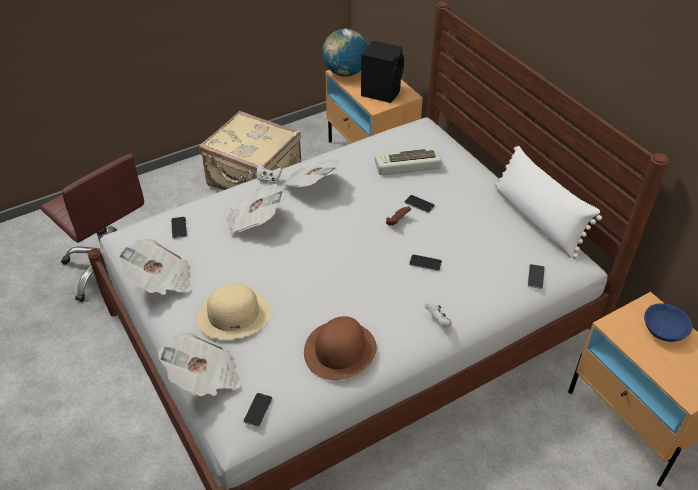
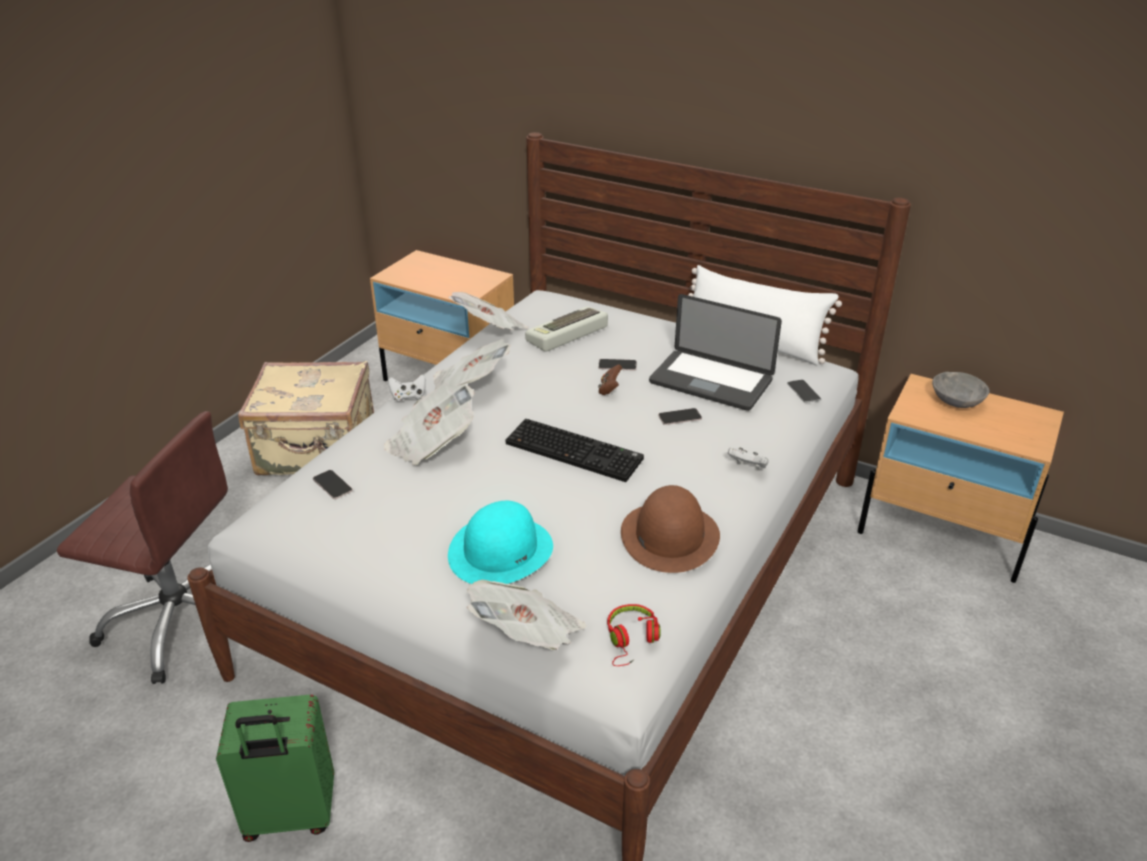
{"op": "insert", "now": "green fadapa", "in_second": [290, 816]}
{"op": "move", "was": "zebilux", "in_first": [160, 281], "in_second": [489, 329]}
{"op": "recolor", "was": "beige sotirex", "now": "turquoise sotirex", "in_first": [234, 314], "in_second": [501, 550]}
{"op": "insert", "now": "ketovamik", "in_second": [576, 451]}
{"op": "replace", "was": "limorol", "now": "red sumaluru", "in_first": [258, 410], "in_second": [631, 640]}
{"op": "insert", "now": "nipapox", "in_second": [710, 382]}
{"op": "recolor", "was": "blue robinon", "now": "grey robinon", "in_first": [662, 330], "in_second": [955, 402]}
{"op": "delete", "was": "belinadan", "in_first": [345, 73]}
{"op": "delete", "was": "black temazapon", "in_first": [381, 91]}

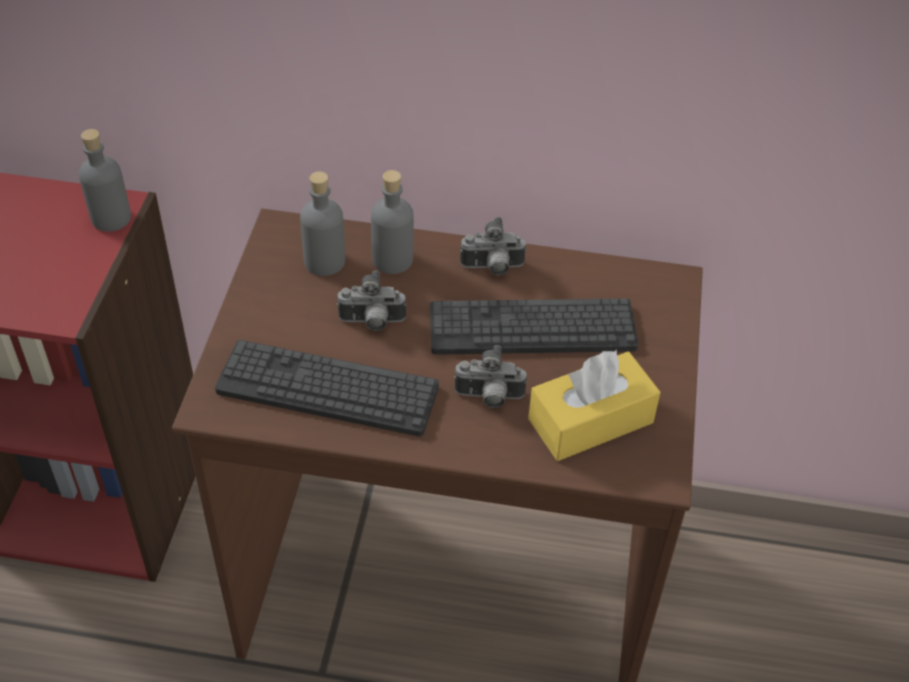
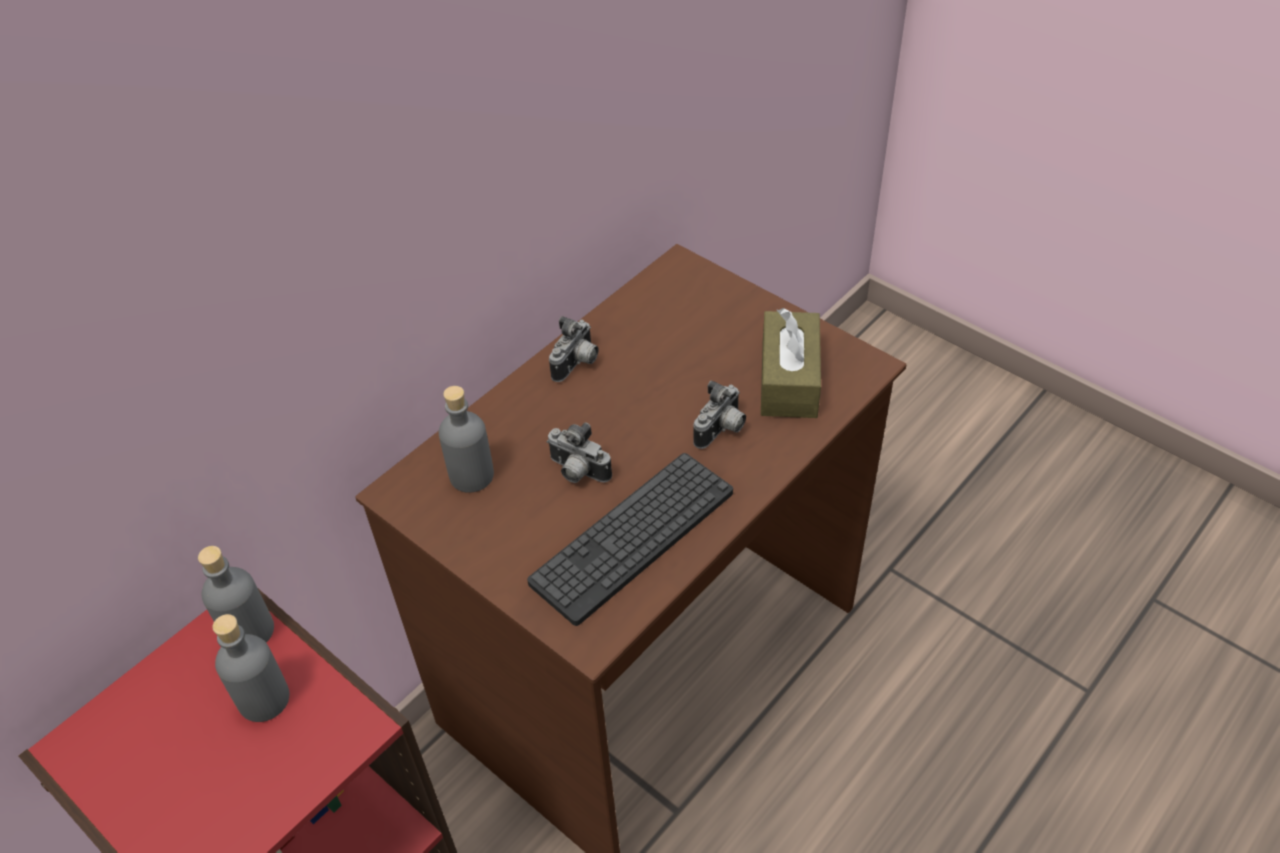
{"op": "move", "was": "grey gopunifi", "in_first": [392, 259], "in_second": [264, 699]}
{"op": "rotate", "was": "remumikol", "in_first": [372, 323], "in_second": [577, 472], "clockwise": 90}
{"op": "recolor", "was": "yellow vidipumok", "now": "brown vidipumok", "in_first": [590, 421], "in_second": [789, 379]}
{"op": "delete", "was": "ketovamik", "in_first": [532, 328]}

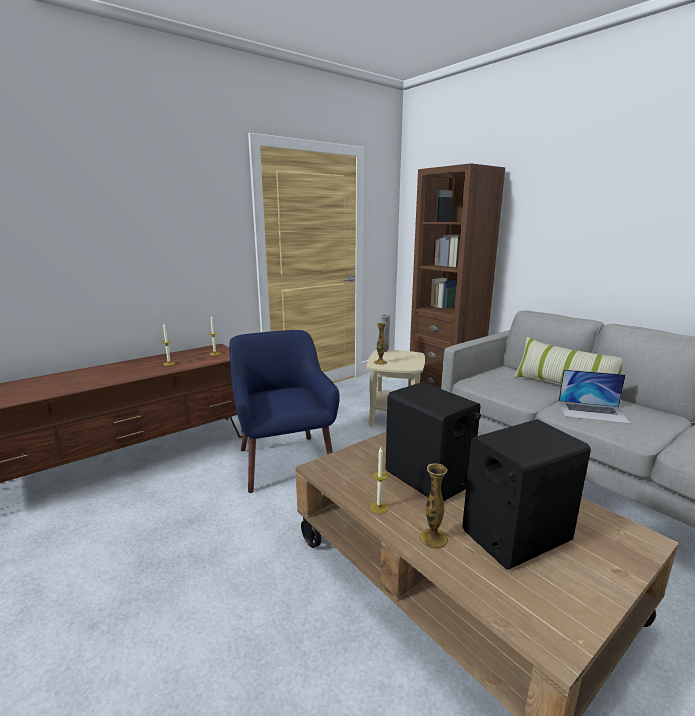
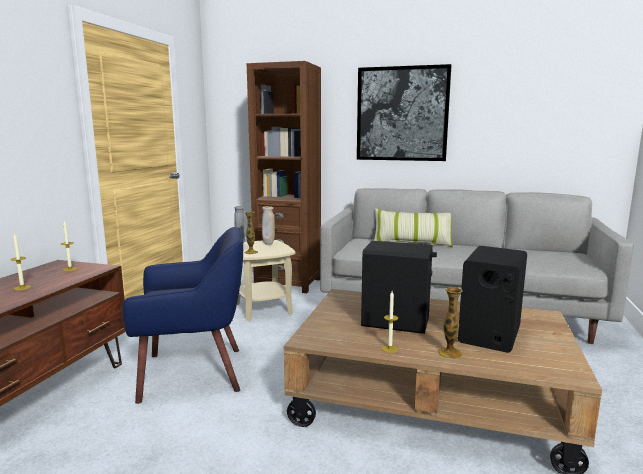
{"op": "rotate", "was": "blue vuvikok", "in_first": [284, 461], "in_second": [194, 372], "clockwise": 135}
{"op": "insert", "now": "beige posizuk", "in_second": [268, 244]}
{"op": "insert", "now": "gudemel", "in_second": [402, 114]}
{"op": "delete", "was": "nipapox", "in_first": [592, 412]}

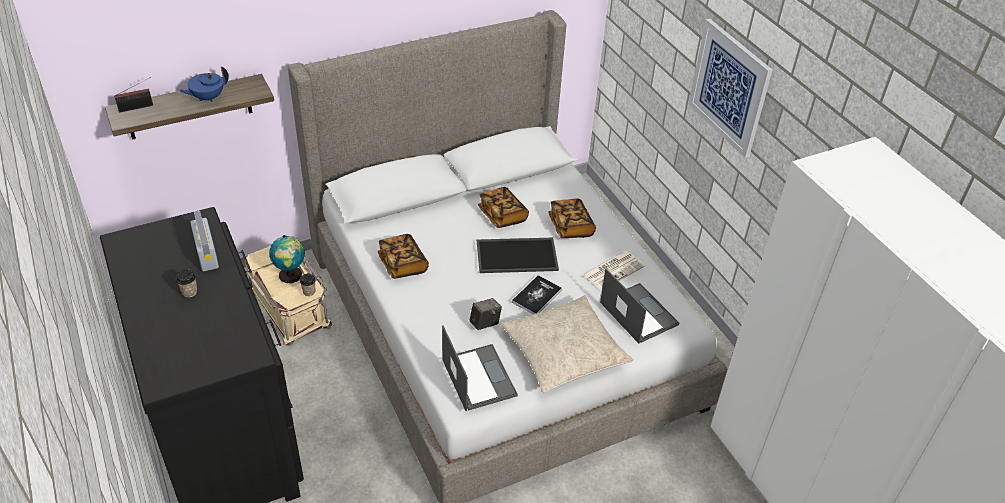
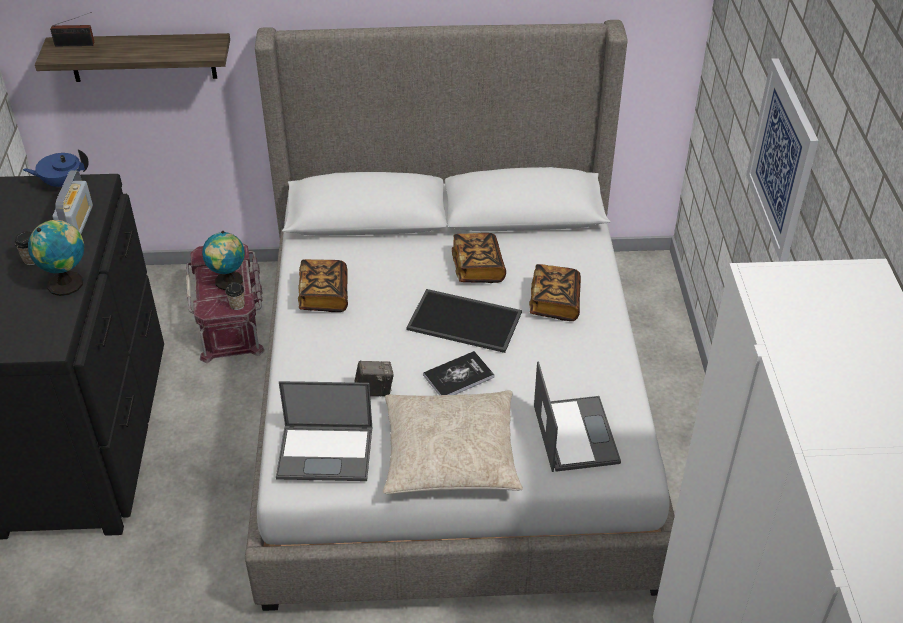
{"op": "move", "was": "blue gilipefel", "in_first": [207, 98], "in_second": [62, 183]}
{"op": "insert", "now": "belinadan", "in_second": [68, 283]}
{"op": "recolor", "was": "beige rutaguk", "now": "red rutaguk", "in_first": [290, 306], "in_second": [230, 319]}
{"op": "rotate", "was": "nipapox", "in_first": [478, 377], "in_second": [326, 452], "clockwise": 90}
{"op": "delete", "was": "zebilux", "in_first": [613, 270]}

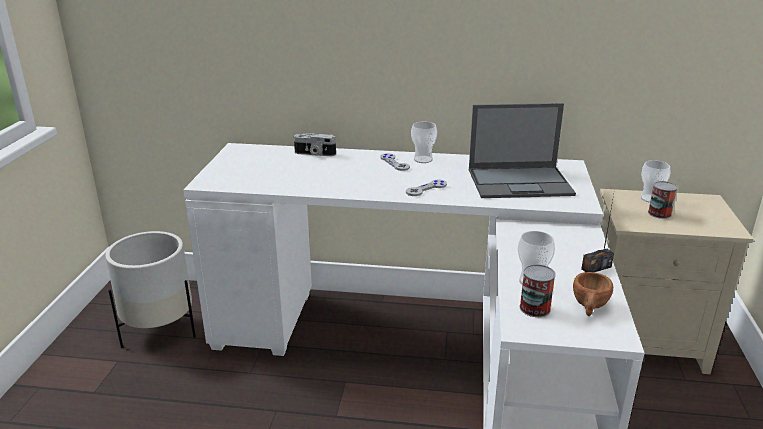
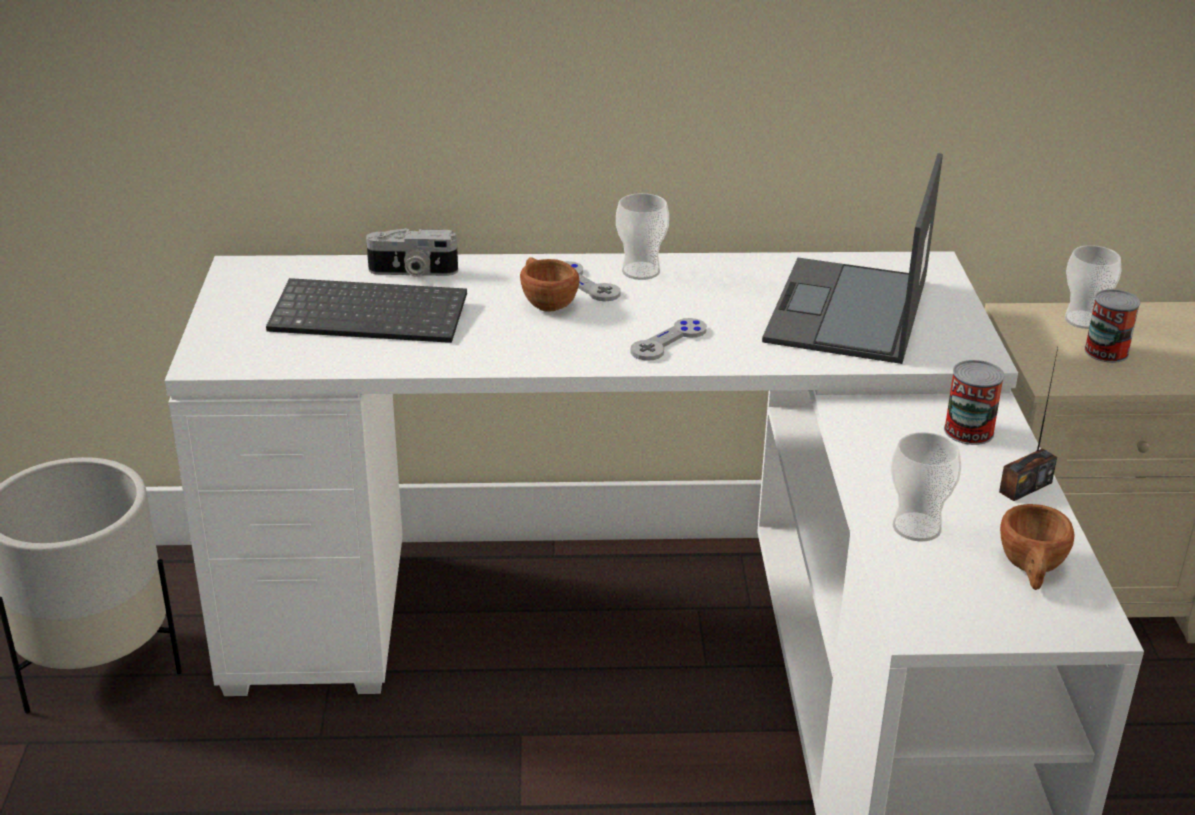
{"op": "insert", "now": "ketovamik", "in_second": [372, 314]}
{"op": "insert", "now": "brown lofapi", "in_second": [545, 302]}
{"op": "rotate", "was": "nipapox", "in_first": [521, 182], "in_second": [847, 312], "clockwise": 120}
{"op": "move", "was": "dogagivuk", "in_first": [534, 308], "in_second": [969, 431]}

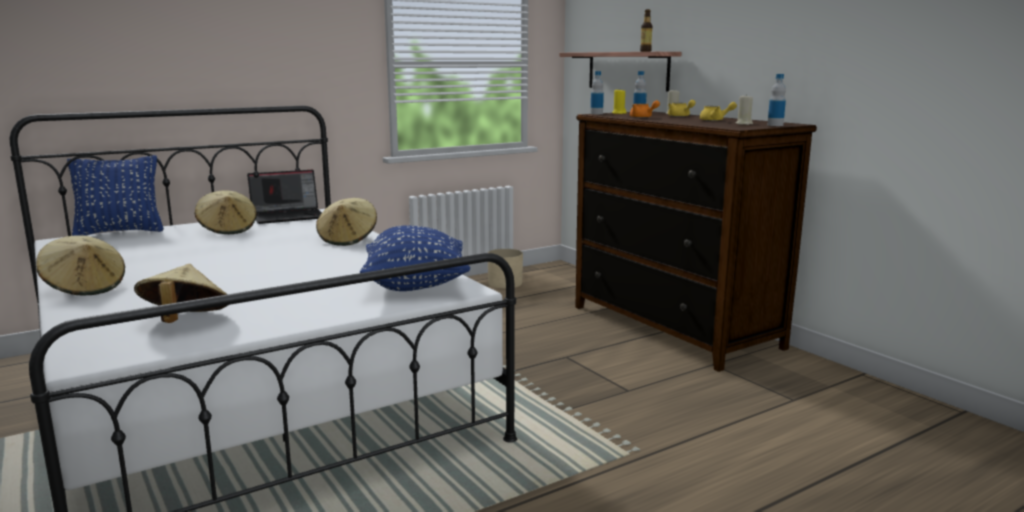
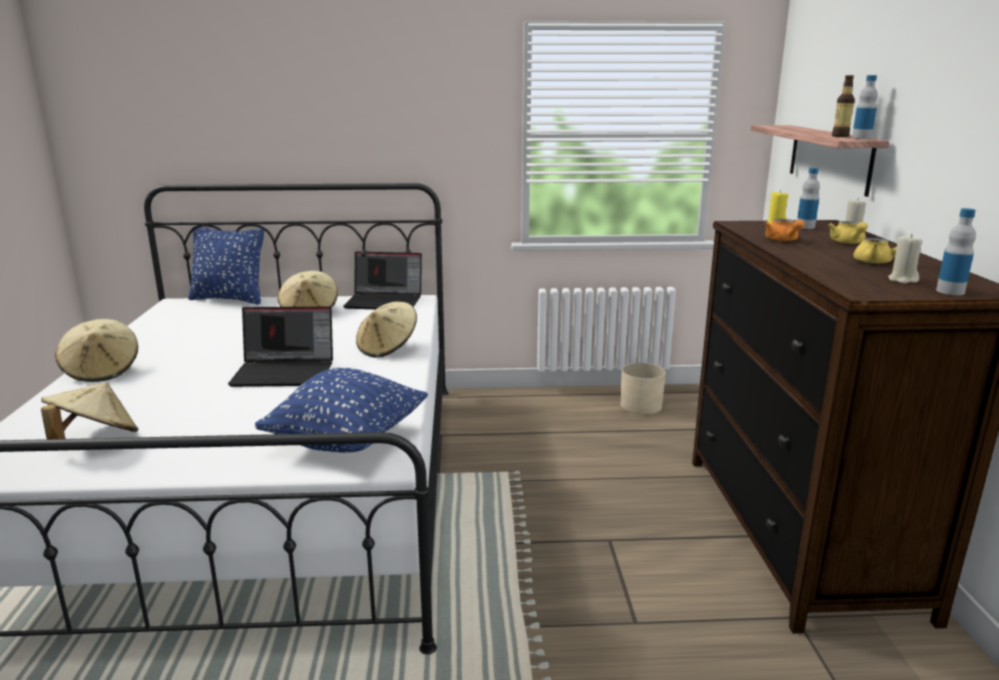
{"op": "insert", "now": "nipapox", "in_second": [286, 372]}
{"op": "move", "was": "gopunifi", "in_first": [596, 113], "in_second": [861, 138]}

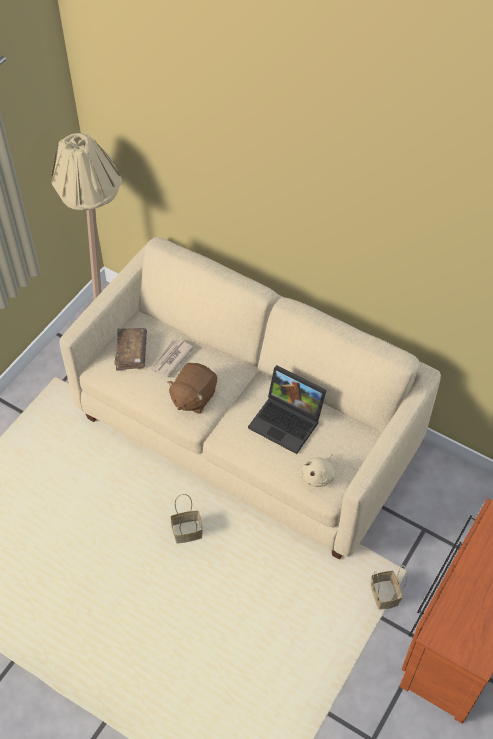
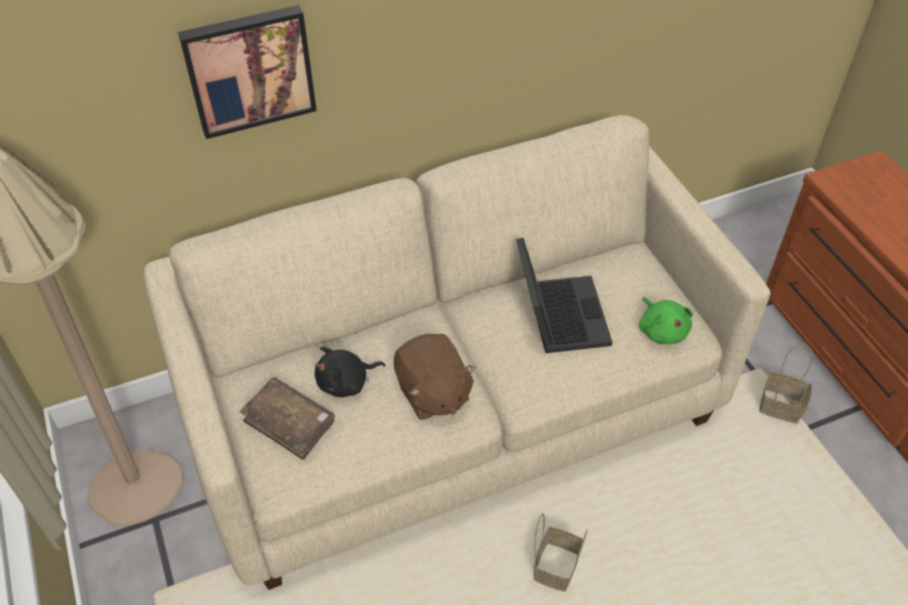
{"op": "insert", "now": "gudemel", "in_second": [249, 69]}
{"op": "replace", "was": "zebilux", "now": "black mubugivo", "in_first": [171, 359], "in_second": [346, 382]}
{"op": "rotate", "was": "nipapox", "in_first": [288, 421], "in_second": [557, 314], "clockwise": -75}
{"op": "recolor", "was": "beige mubugivo", "now": "green mubugivo", "in_first": [319, 475], "in_second": [662, 330]}

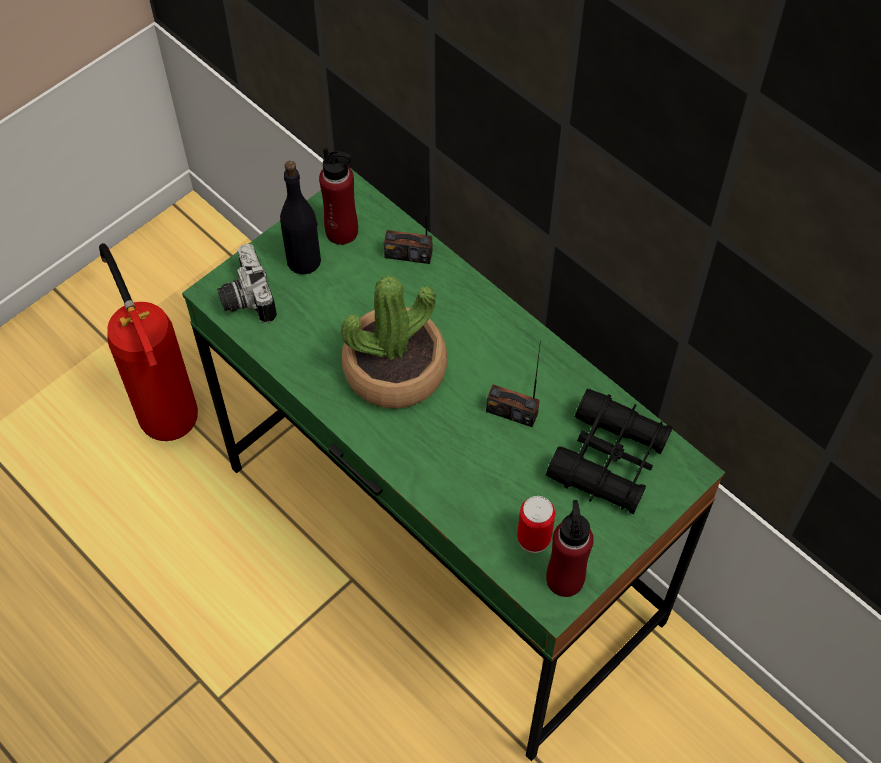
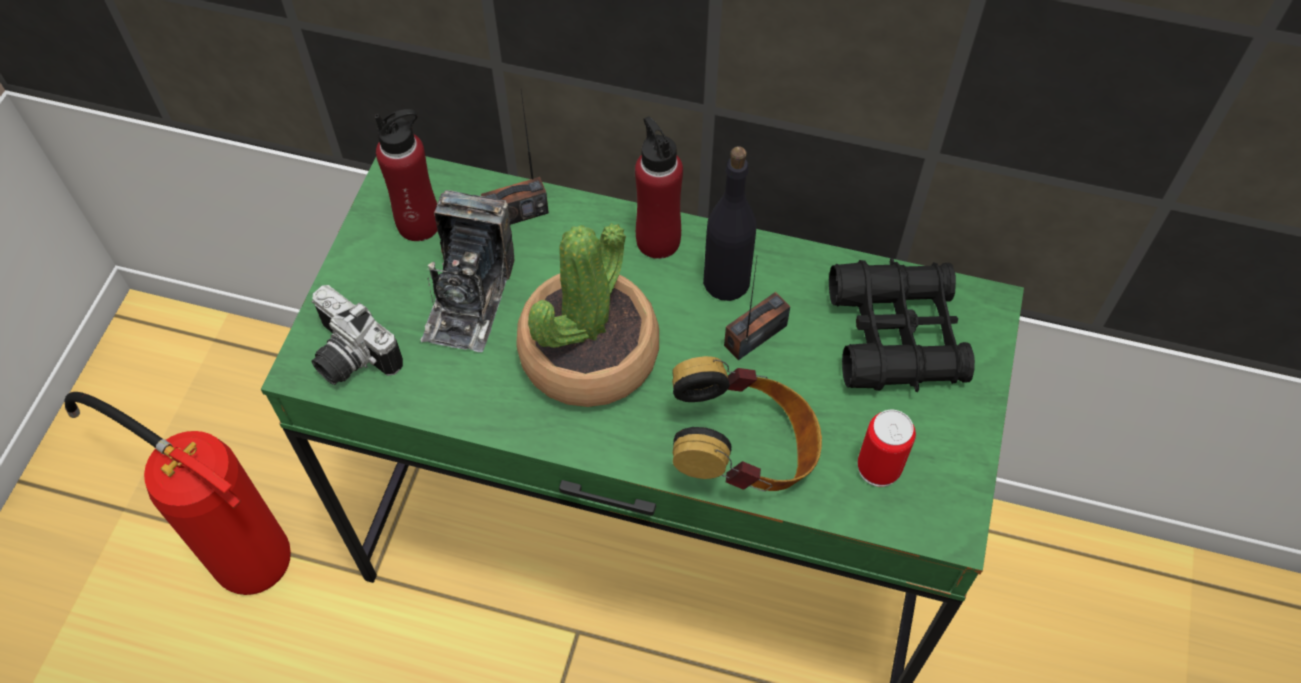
{"op": "insert", "now": "remumikol", "in_second": [469, 298]}
{"op": "move", "was": "red gopunifi", "in_first": [565, 579], "in_second": [658, 240]}
{"op": "insert", "now": "sumaluru", "in_second": [744, 452]}
{"op": "move", "was": "black gopunifi", "in_first": [304, 260], "in_second": [726, 281]}
{"op": "rotate", "was": "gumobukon", "in_first": [512, 412], "in_second": [756, 336], "clockwise": 150}

